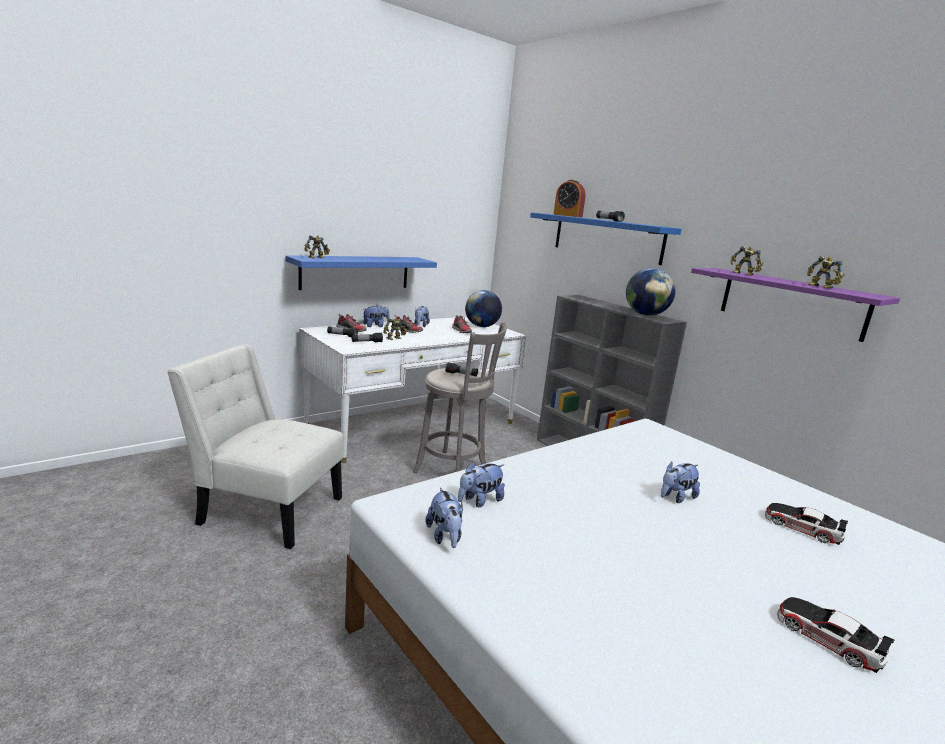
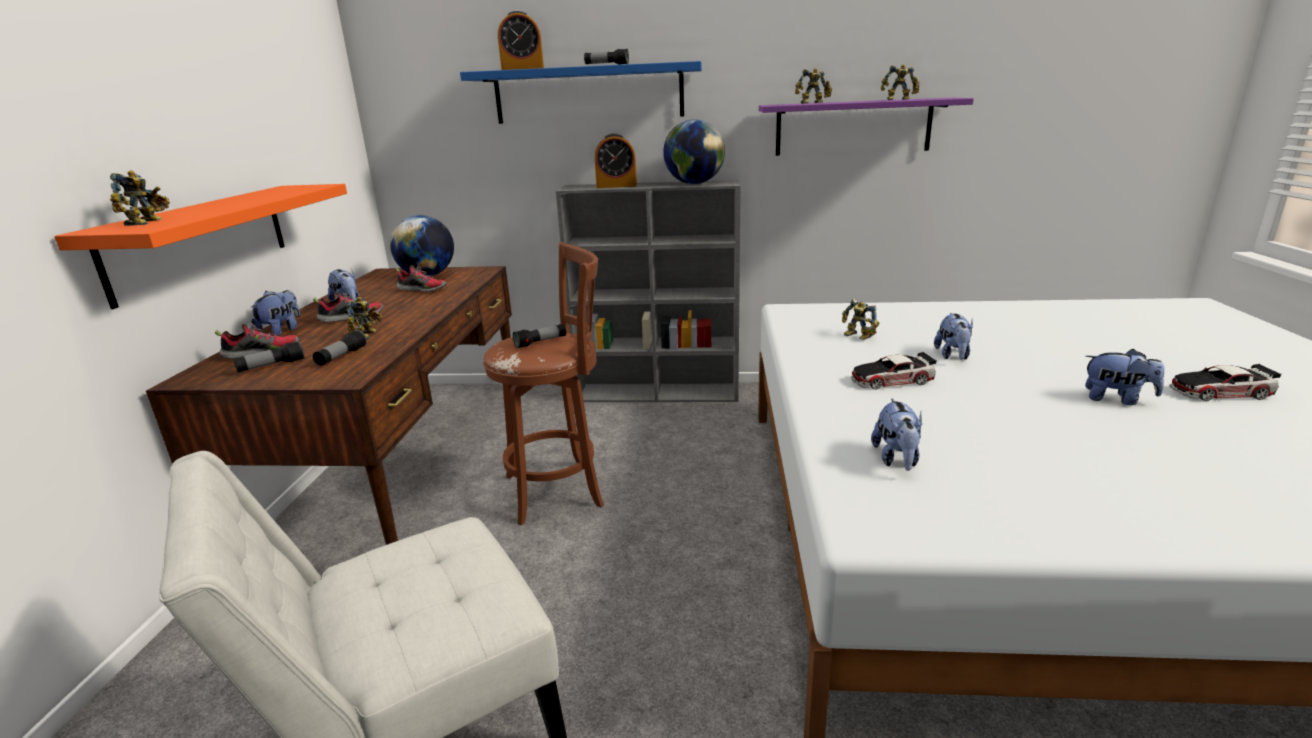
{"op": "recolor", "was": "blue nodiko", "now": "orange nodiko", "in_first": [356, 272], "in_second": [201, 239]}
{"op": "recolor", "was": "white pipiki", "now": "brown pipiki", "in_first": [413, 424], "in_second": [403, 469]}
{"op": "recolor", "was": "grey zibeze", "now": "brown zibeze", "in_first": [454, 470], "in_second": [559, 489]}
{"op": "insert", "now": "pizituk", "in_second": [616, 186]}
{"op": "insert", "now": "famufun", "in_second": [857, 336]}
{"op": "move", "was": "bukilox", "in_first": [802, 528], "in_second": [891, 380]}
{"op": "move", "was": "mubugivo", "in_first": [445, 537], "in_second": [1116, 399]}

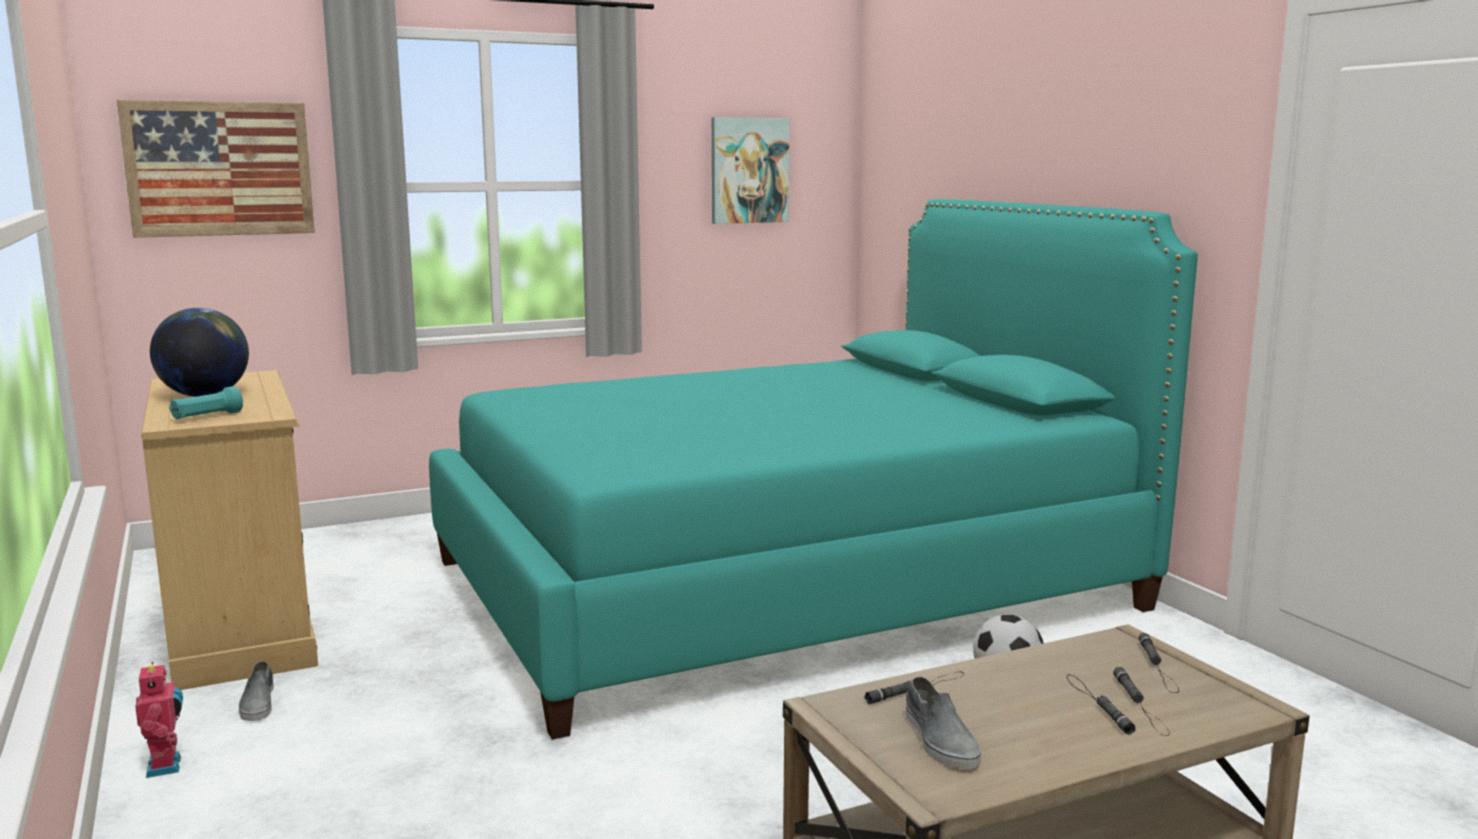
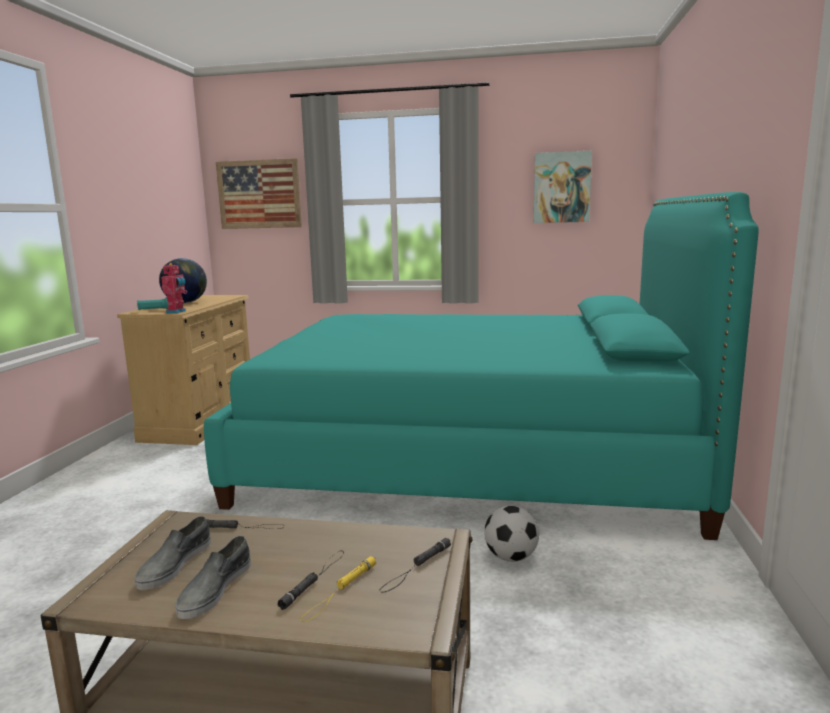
{"op": "move", "was": "famufun", "in_first": [167, 766], "in_second": [177, 312]}
{"op": "move", "was": "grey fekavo", "in_first": [258, 703], "in_second": [214, 589]}
{"op": "recolor", "was": "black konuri", "now": "yellow konuri", "in_first": [1141, 705], "in_second": [339, 591]}

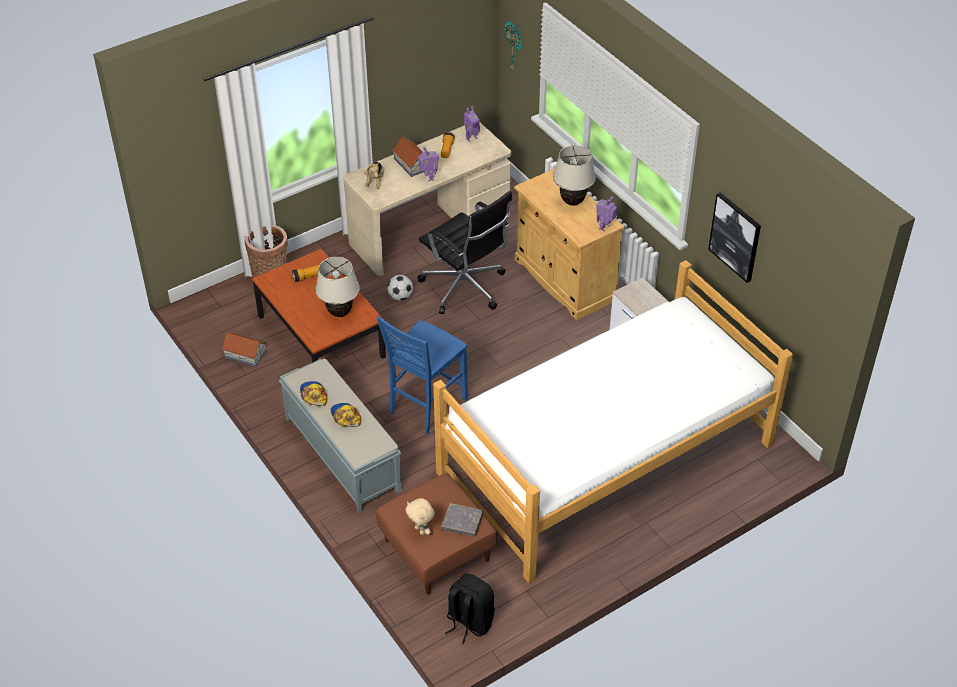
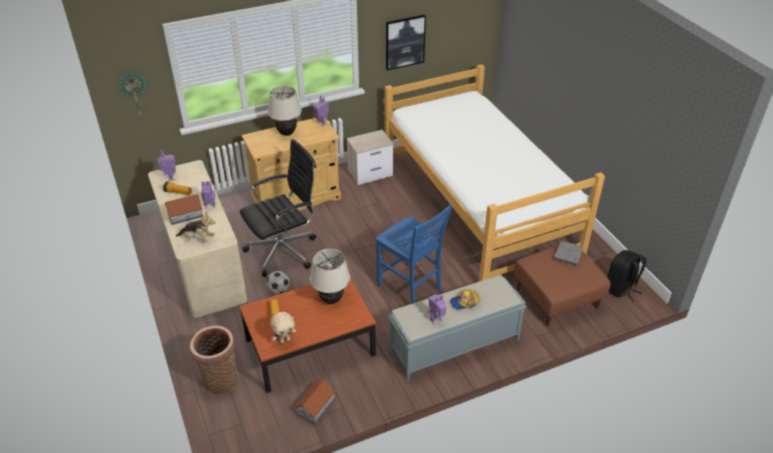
{"op": "move", "was": "beige mubugivo", "in_first": [421, 530], "in_second": [284, 340]}
{"op": "replace", "was": "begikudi", "now": "famufun", "in_first": [313, 395], "in_second": [436, 320]}

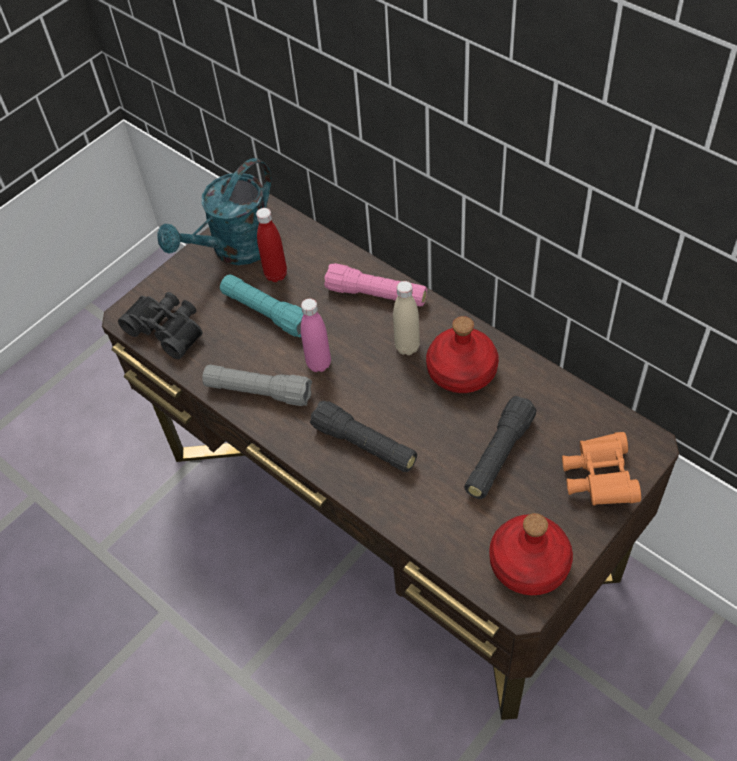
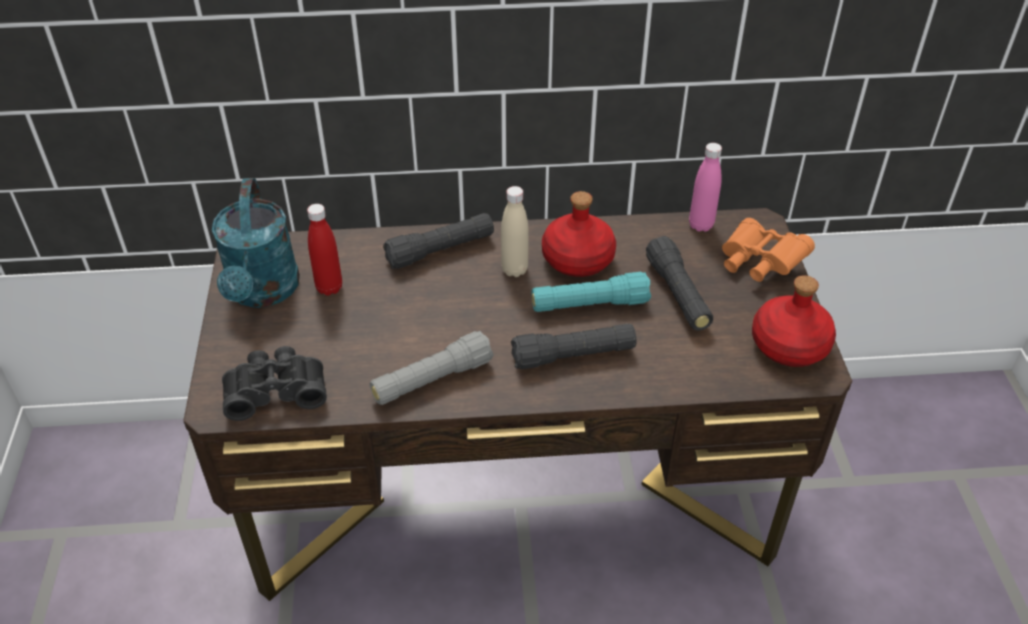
{"op": "recolor", "was": "pink konuri", "now": "black konuri", "in_first": [376, 295], "in_second": [440, 250]}
{"op": "move", "was": "turquoise konuri", "in_first": [266, 312], "in_second": [589, 305]}
{"op": "move", "was": "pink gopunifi", "in_first": [319, 364], "in_second": [701, 225]}

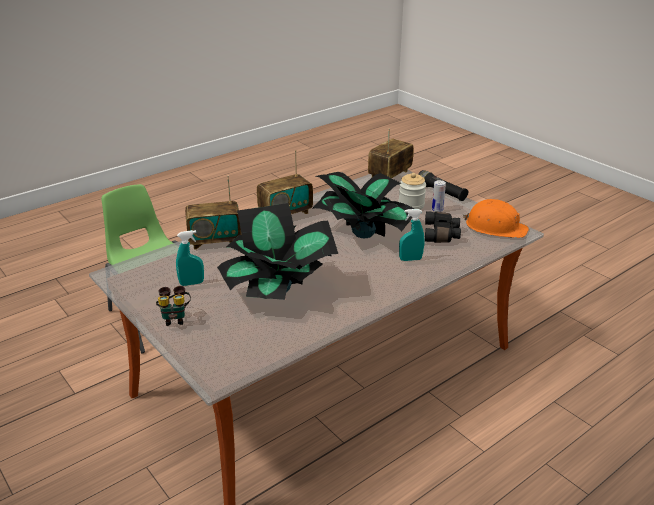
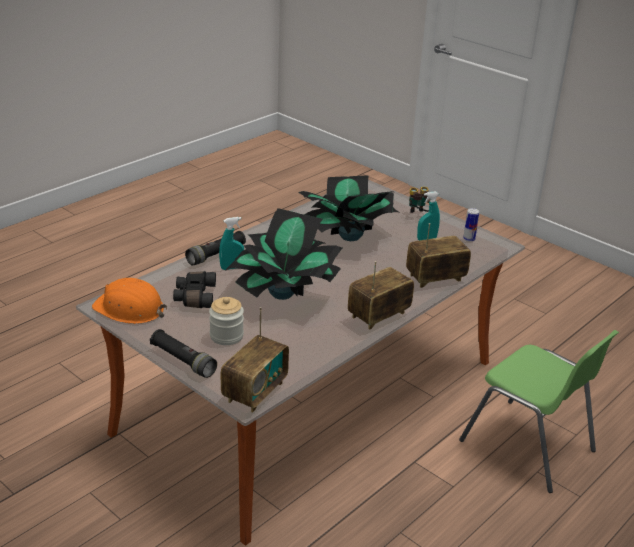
{"op": "insert", "now": "black konuri", "in_second": [216, 255]}
{"op": "move", "was": "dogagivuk", "in_first": [437, 210], "in_second": [469, 239]}

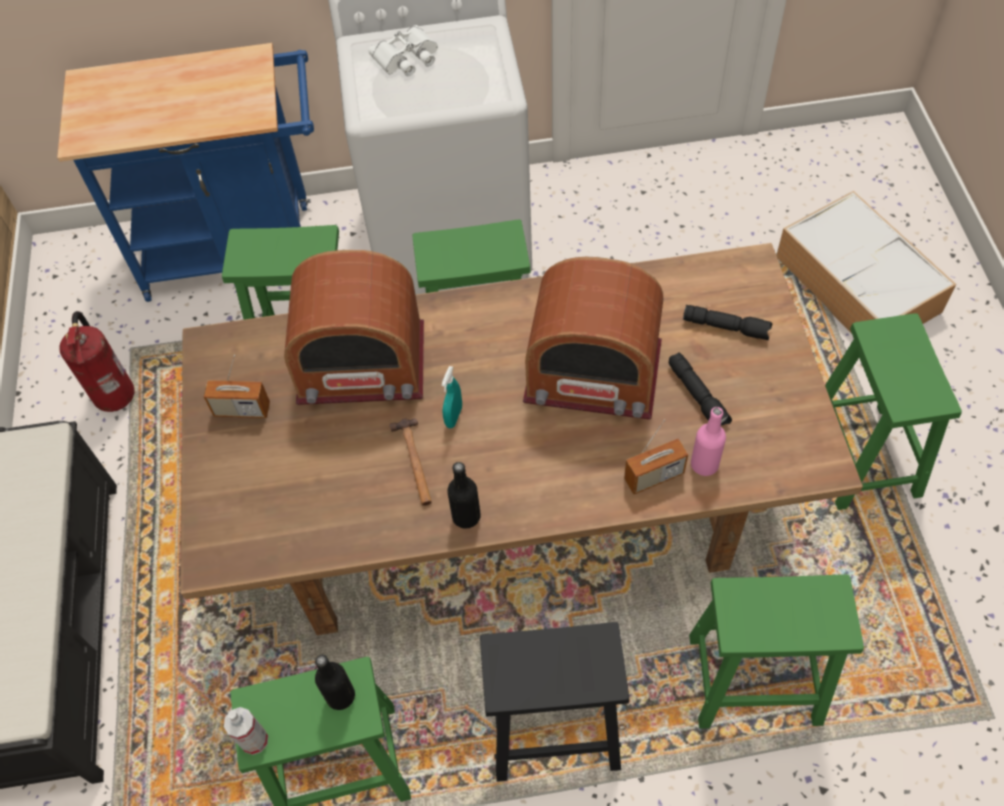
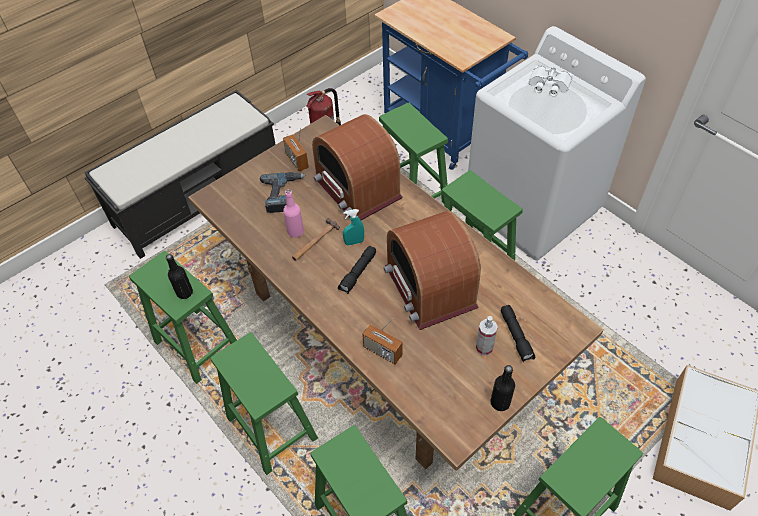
{"op": "recolor", "was": "black zibeze", "now": "green zibeze", "in_first": [551, 727], "in_second": [270, 427]}
{"op": "insert", "now": "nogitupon", "in_second": [283, 194]}
{"op": "move", "was": "pink gopunifi", "in_first": [704, 464], "in_second": [295, 232]}
{"op": "move", "was": "black konuri", "in_first": [698, 396], "in_second": [358, 273]}
{"op": "move", "was": "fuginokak", "in_first": [254, 740], "in_second": [484, 348]}
{"op": "move", "was": "black gopunifi", "in_first": [466, 516], "in_second": [500, 402]}

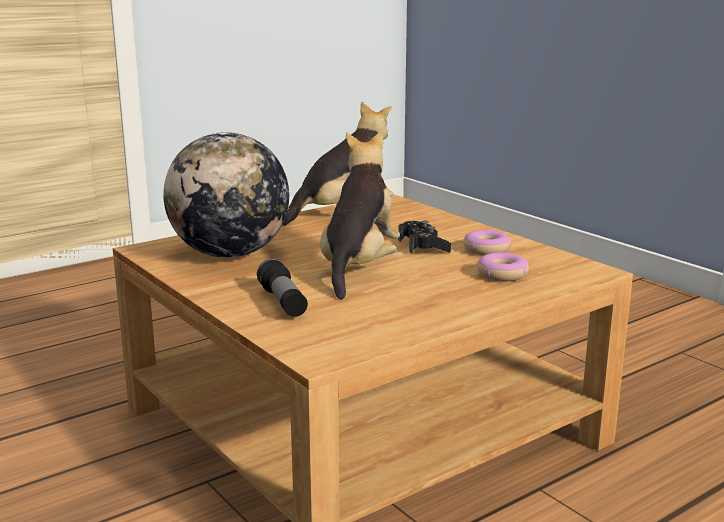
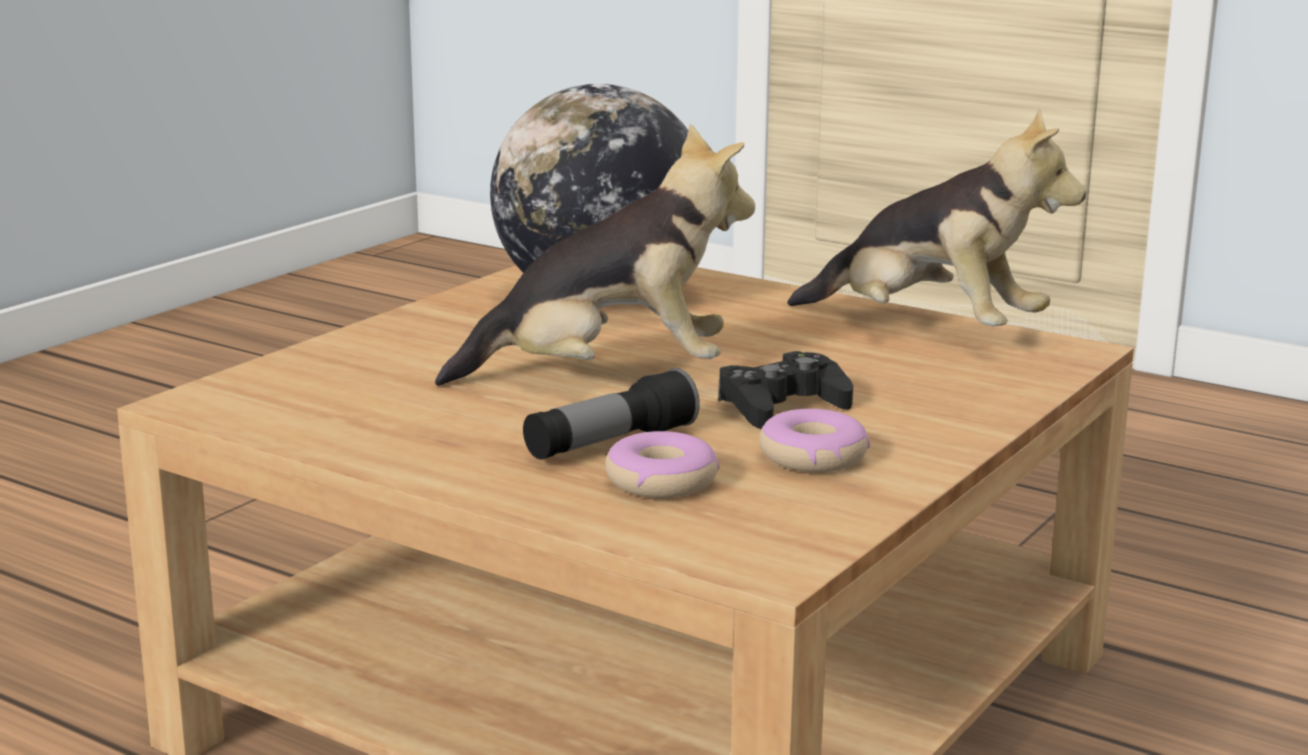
{"op": "move", "was": "konuri", "in_first": [283, 303], "in_second": [610, 444]}

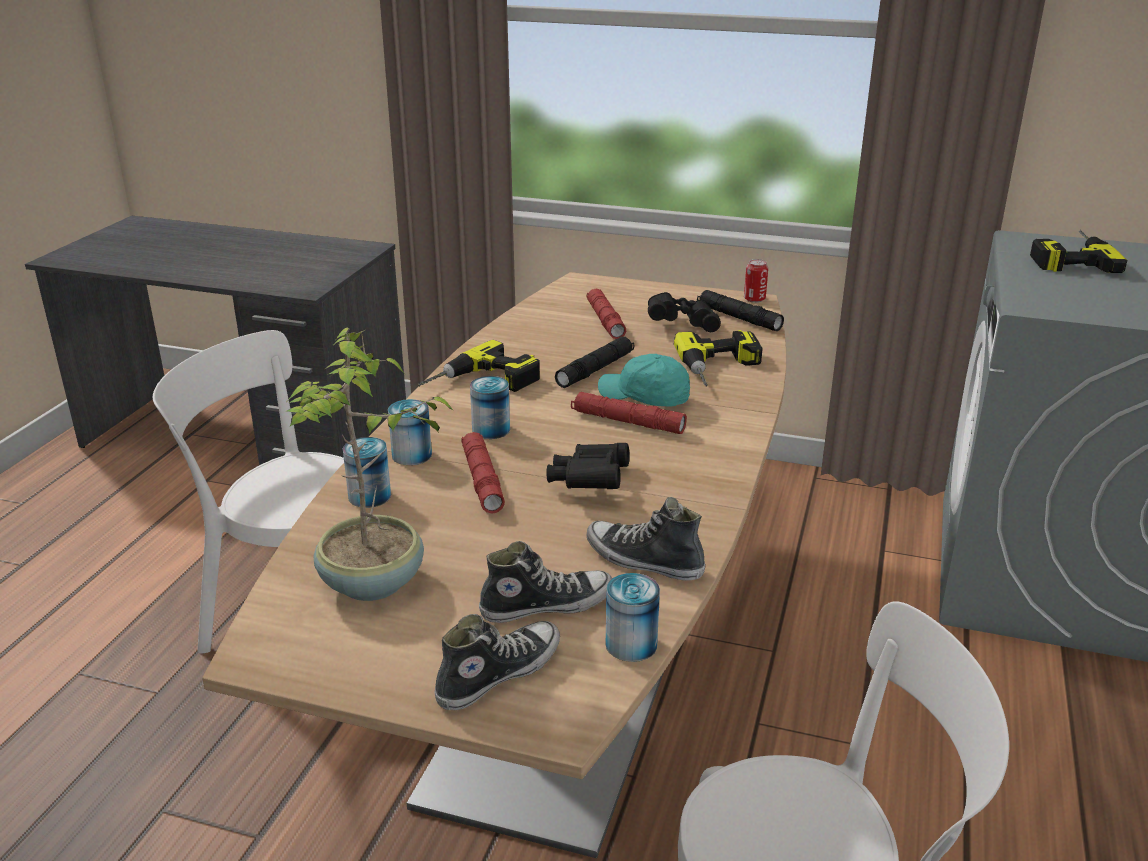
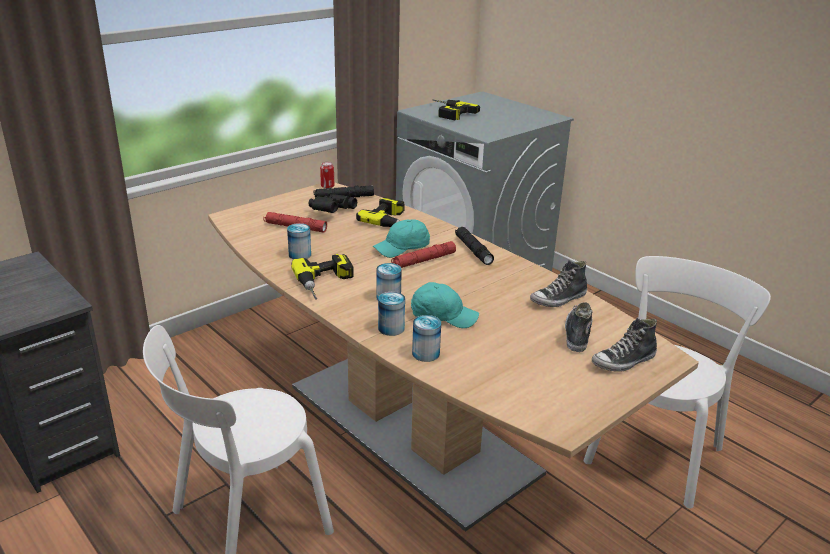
{"op": "move", "was": "dogagivuk", "in_first": [631, 644], "in_second": [300, 255]}
{"op": "replace", "was": "red konuri", "now": "turquoise begikudi", "in_first": [482, 480], "in_second": [443, 316]}
{"op": "move", "was": "black konuri", "in_first": [595, 370], "in_second": [473, 250]}
{"op": "rotate", "was": "fekavo", "in_first": [498, 674], "in_second": [624, 362], "clockwise": -105}
{"op": "delete", "was": "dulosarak", "in_first": [372, 584]}
{"op": "delete", "was": "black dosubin", "in_first": [589, 483]}

